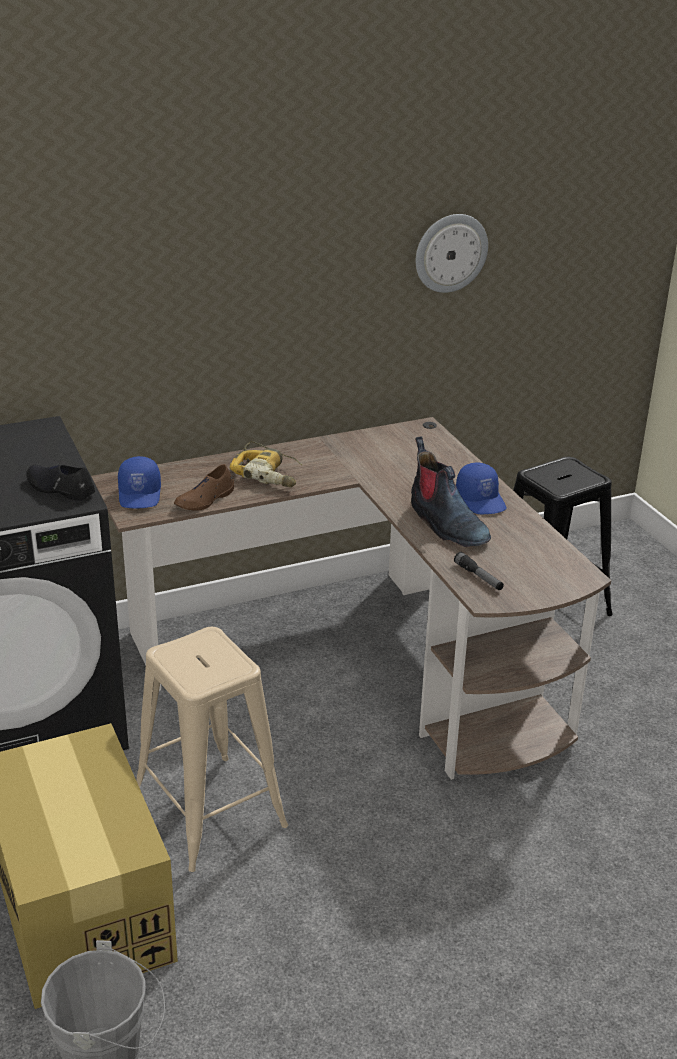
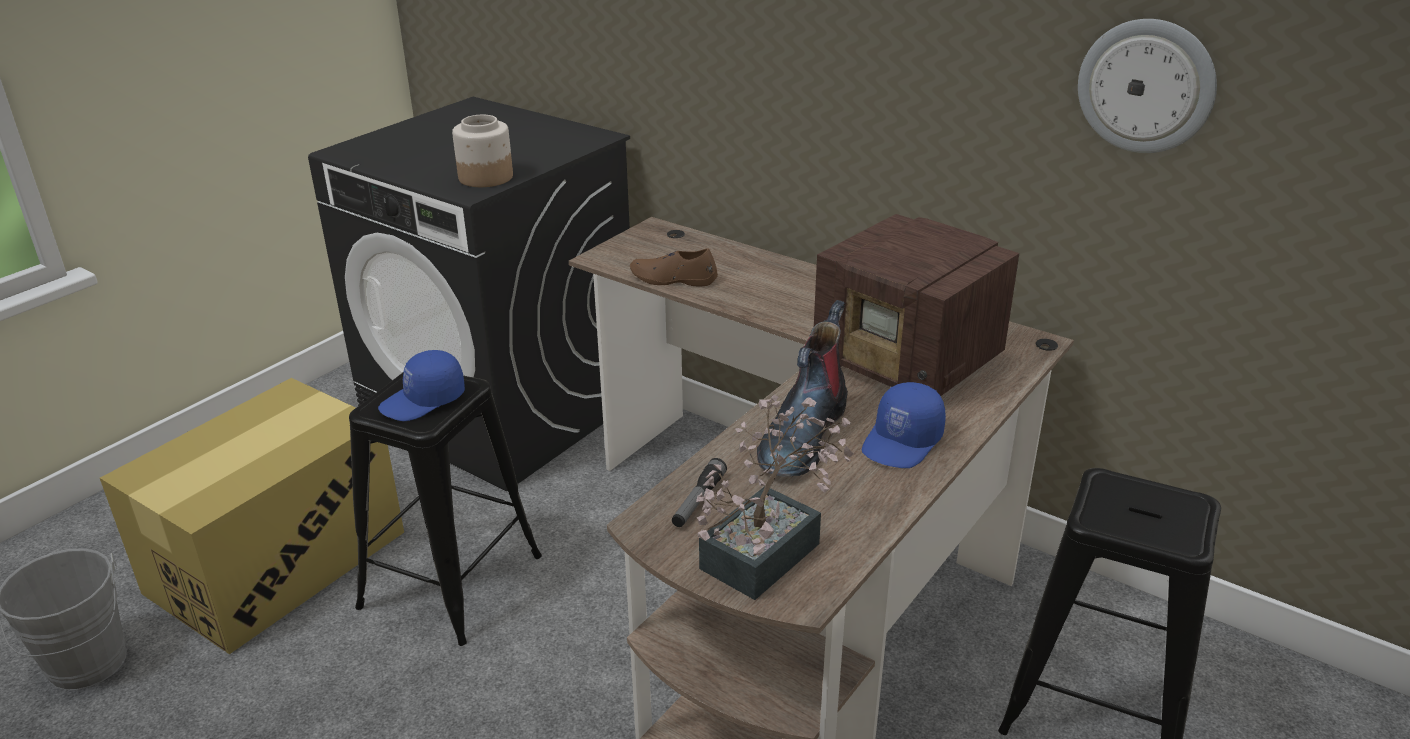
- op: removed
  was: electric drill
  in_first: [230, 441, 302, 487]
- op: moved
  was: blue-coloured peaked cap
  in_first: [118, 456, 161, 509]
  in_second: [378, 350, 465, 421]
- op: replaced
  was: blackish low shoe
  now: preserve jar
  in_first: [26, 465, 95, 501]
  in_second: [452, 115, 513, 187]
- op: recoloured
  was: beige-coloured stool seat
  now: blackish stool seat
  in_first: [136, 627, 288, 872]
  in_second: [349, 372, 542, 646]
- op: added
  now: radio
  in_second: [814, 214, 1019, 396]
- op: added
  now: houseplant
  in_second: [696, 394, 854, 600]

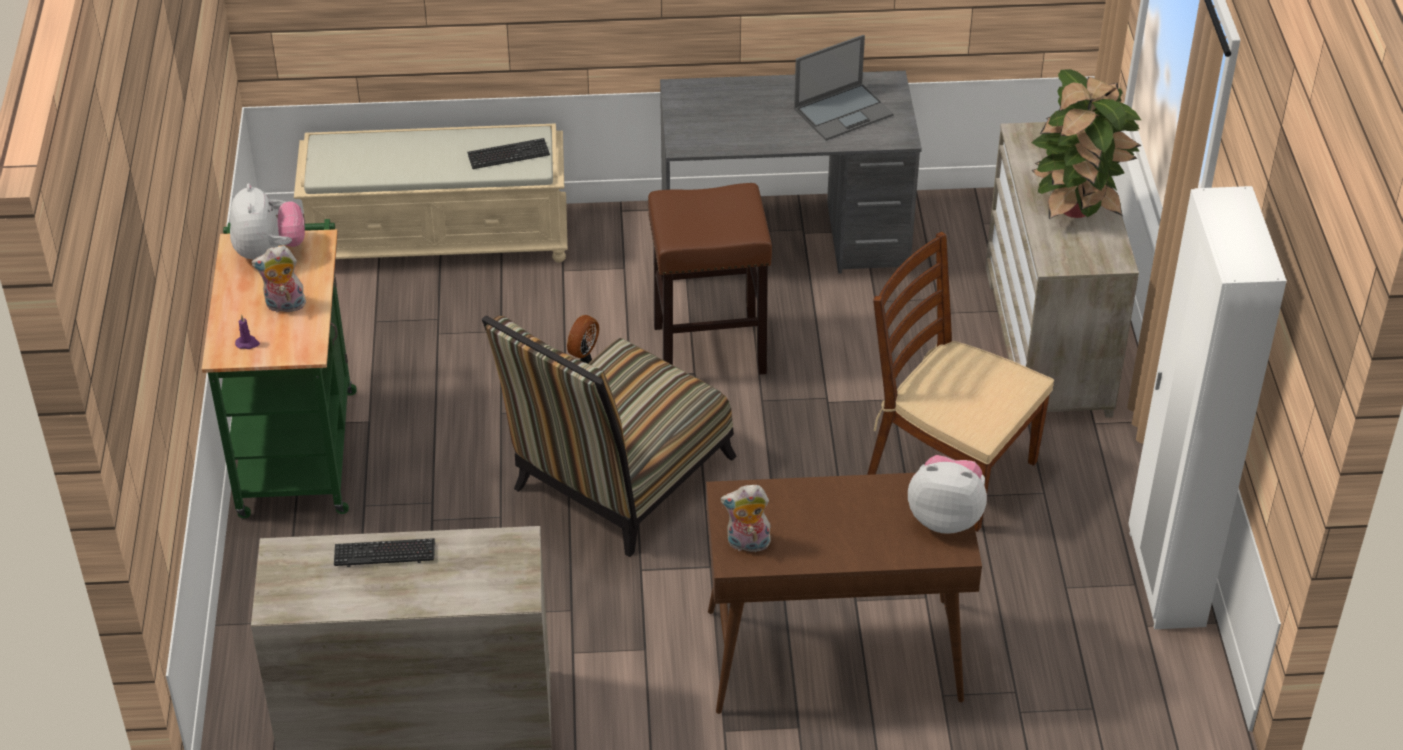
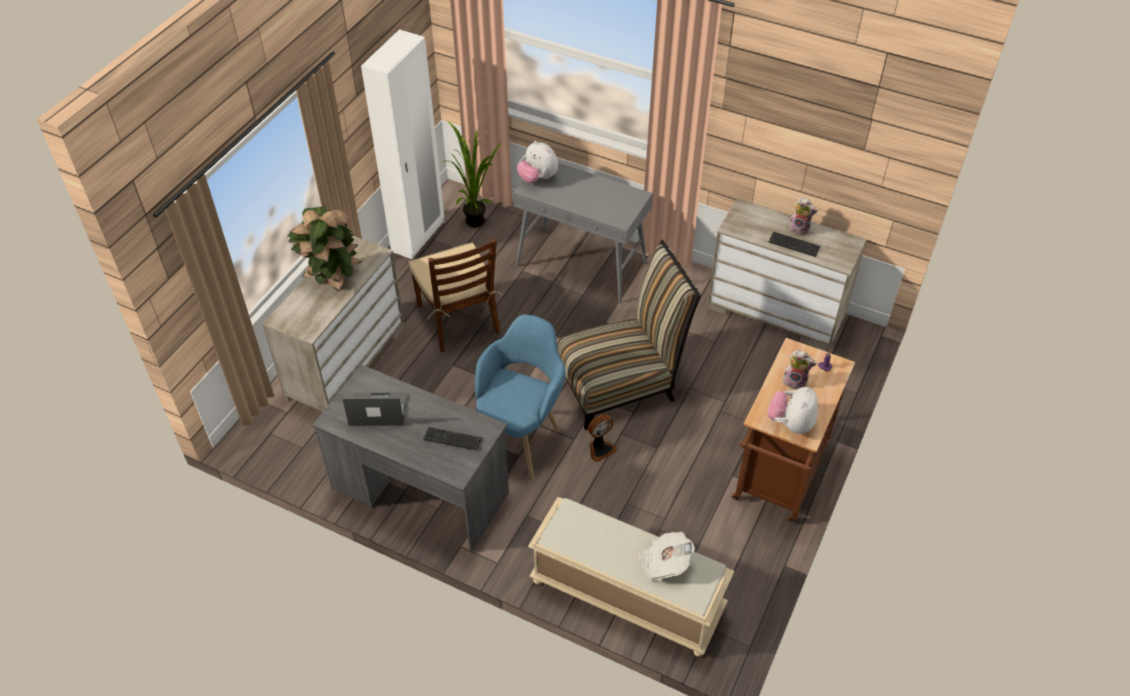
- op: moved
  was: keyboard
  in_first: [467, 138, 550, 169]
  in_second: [423, 427, 482, 450]
- op: replaced
  was: brown stool seat
  now: blue-coloured lounge chair
  in_first: [648, 183, 772, 375]
  in_second: [475, 314, 566, 481]
- op: recoloured
  was: green trolley
  now: brown trolley
  in_first: [202, 219, 357, 518]
  in_second: [731, 338, 855, 523]
- op: recoloured
  was: brown hall table
  now: gray hall table
  in_first: [706, 473, 982, 714]
  in_second: [513, 163, 653, 303]
- op: moved
  was: soft toy
  in_first: [720, 485, 771, 552]
  in_second: [789, 197, 818, 236]
- op: added
  now: houseplant
  in_second: [443, 121, 502, 228]
- op: added
  now: daily paper
  in_second: [637, 532, 695, 580]

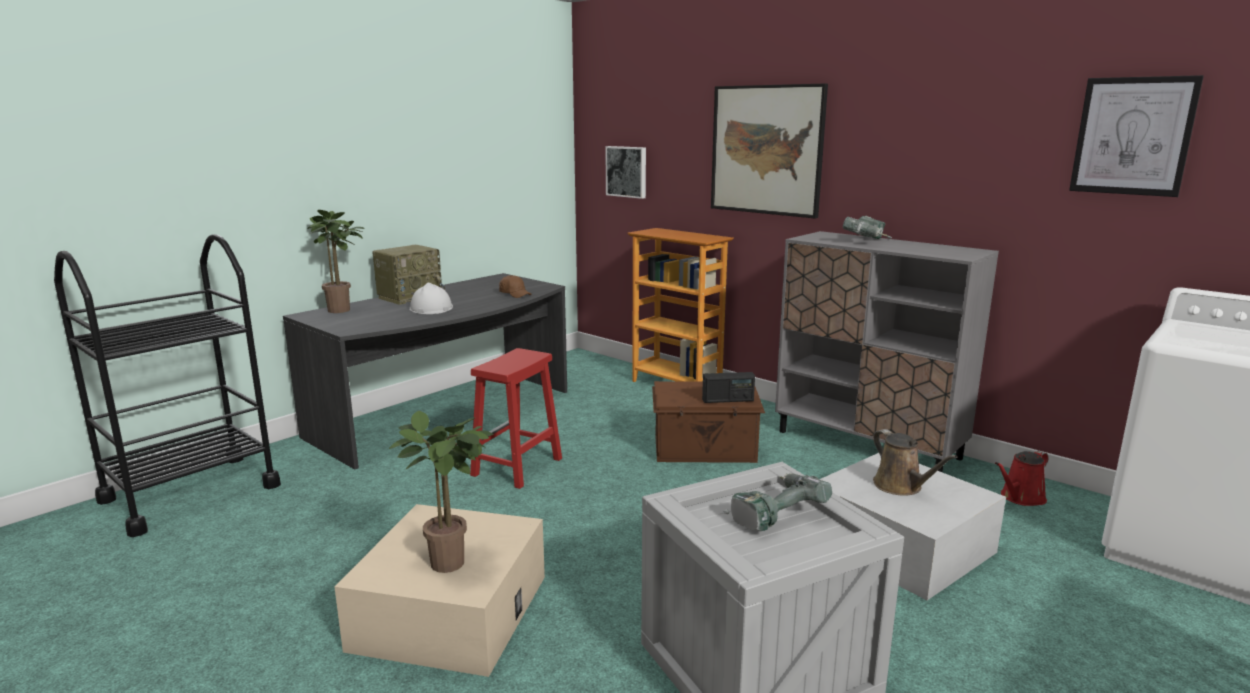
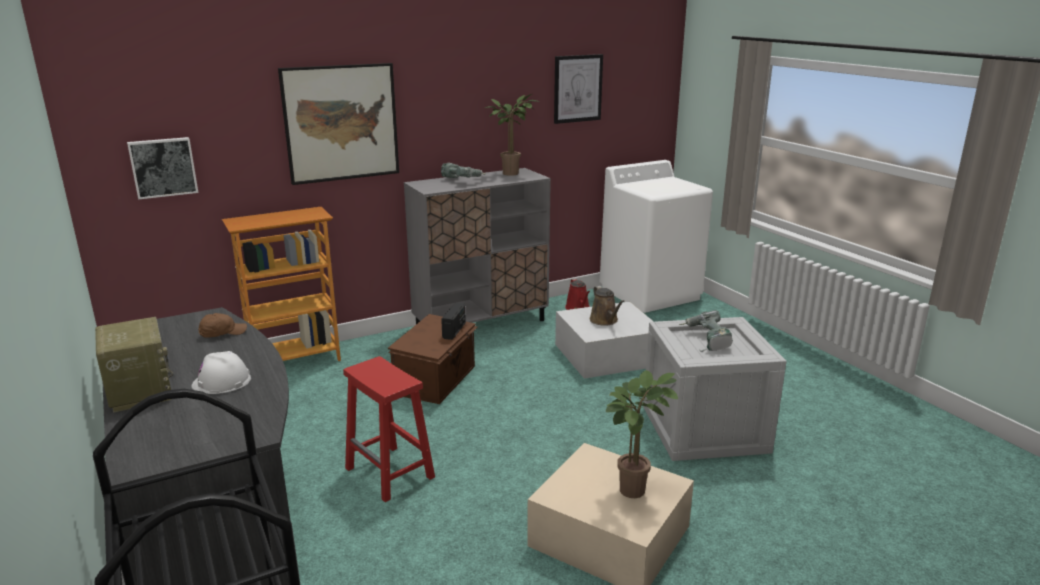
- op: moved
  was: houseplant
  in_first: [307, 210, 365, 313]
  in_second: [485, 94, 539, 176]
- op: turned
  was: brown watering can
  in_first: [873, 429, 957, 496]
  in_second: [590, 286, 625, 326]
  clockwise: 75

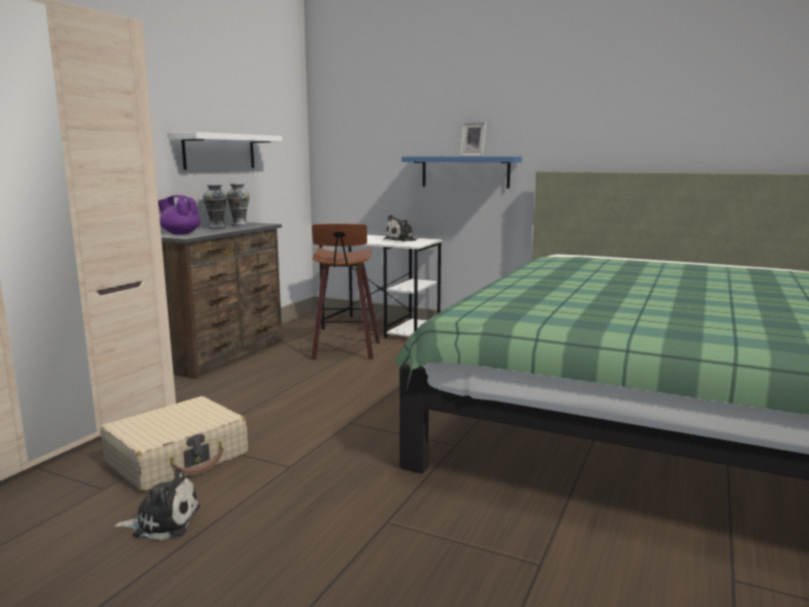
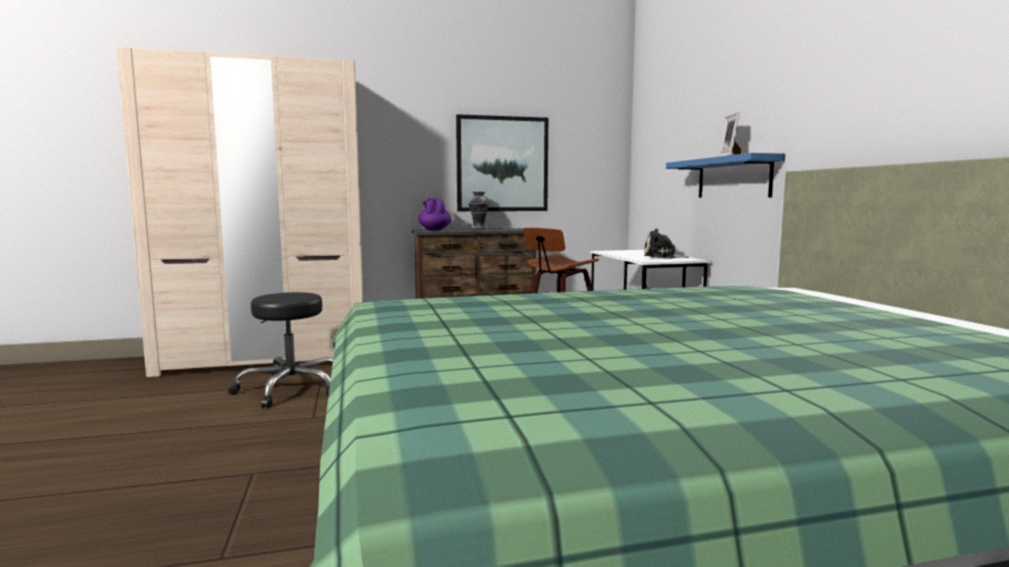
- op: replaced
  was: white wall shelf
  now: picture
  in_first: [171, 132, 282, 170]
  in_second: [456, 114, 548, 211]
- op: removed
  was: vase
  in_first: [227, 183, 250, 226]
- op: replaced
  was: beige-coloured travel case
  now: blackish stool seat
  in_first: [100, 396, 248, 492]
  in_second: [228, 292, 333, 408]
- op: removed
  was: soft toy
  in_first: [114, 468, 200, 540]

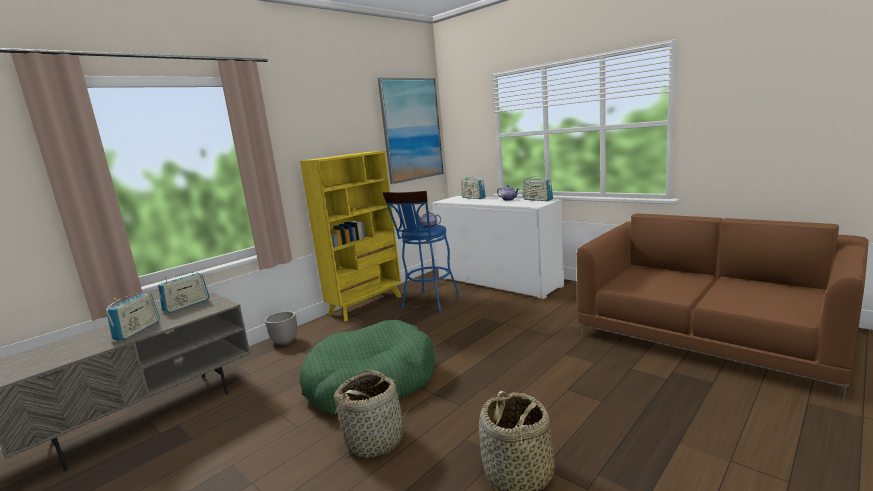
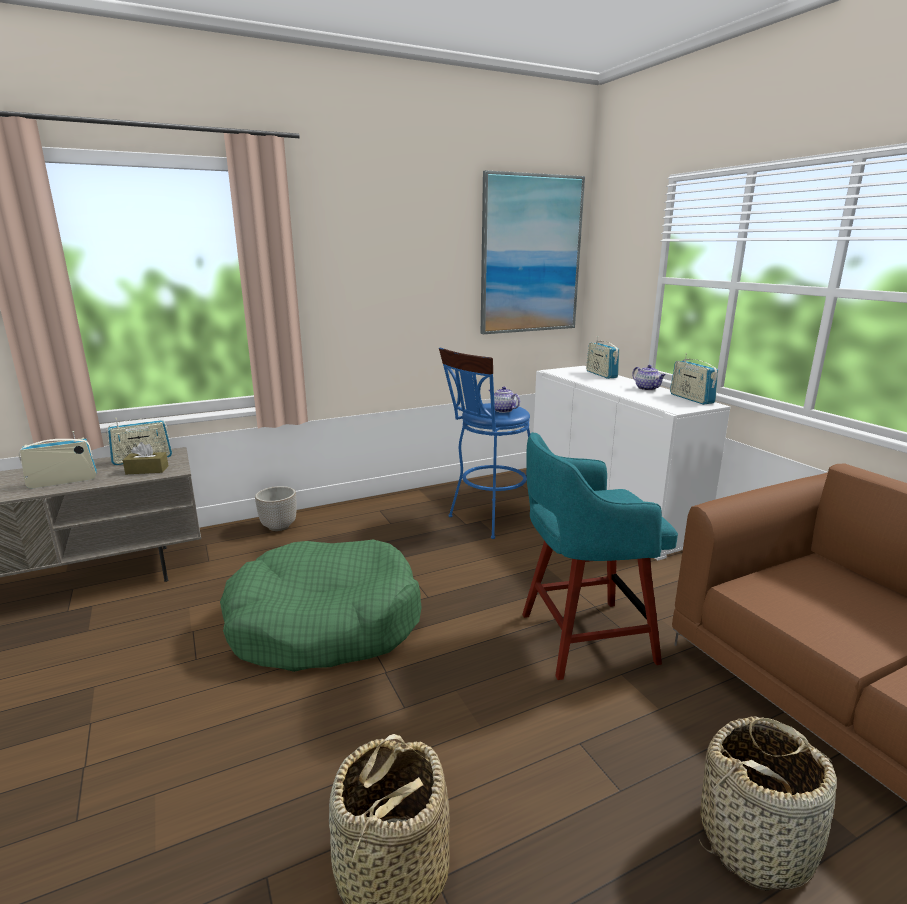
- op: removed
  was: yellow shelving unit
  in_first: [300, 151, 401, 321]
- op: turned
  was: radio
  in_first: [106, 292, 160, 340]
  in_second: [19, 431, 97, 488]
  clockwise: -150
- op: moved
  was: basket
  in_first: [334, 369, 411, 460]
  in_second: [699, 716, 837, 891]
- op: added
  now: turquoise-coloured stool seat
  in_second: [522, 432, 678, 680]
- op: added
  now: brown tissue holder
  in_second: [123, 442, 168, 474]

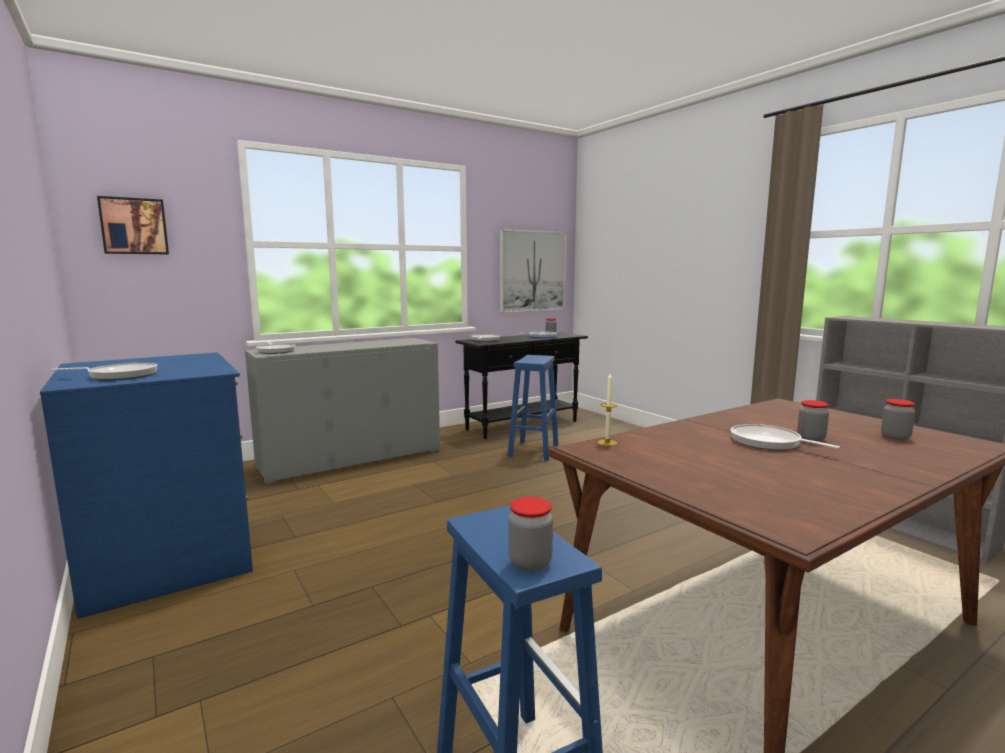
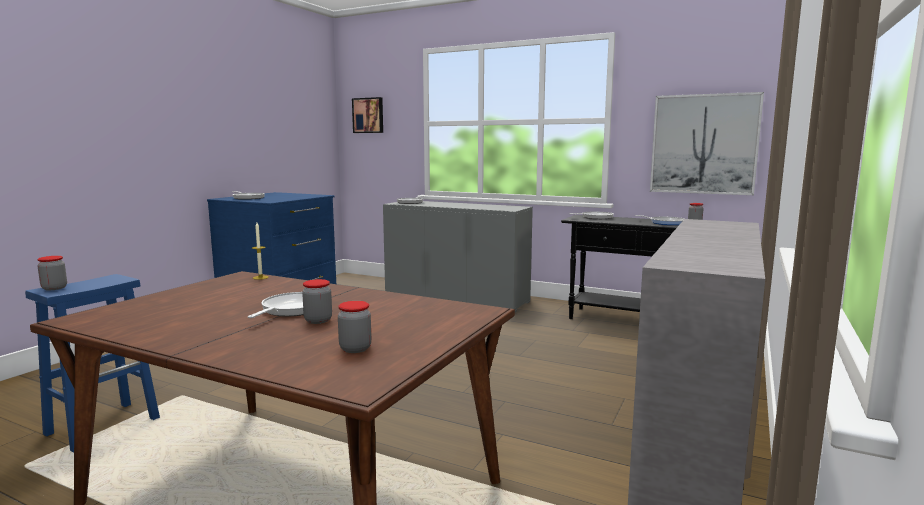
- op: removed
  was: blue-coloured stool seat
  in_first: [507, 355, 559, 461]

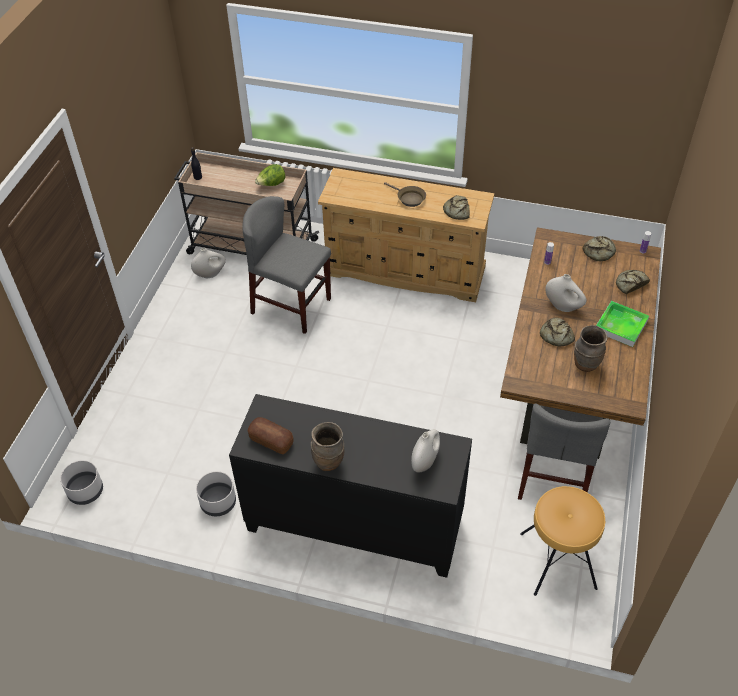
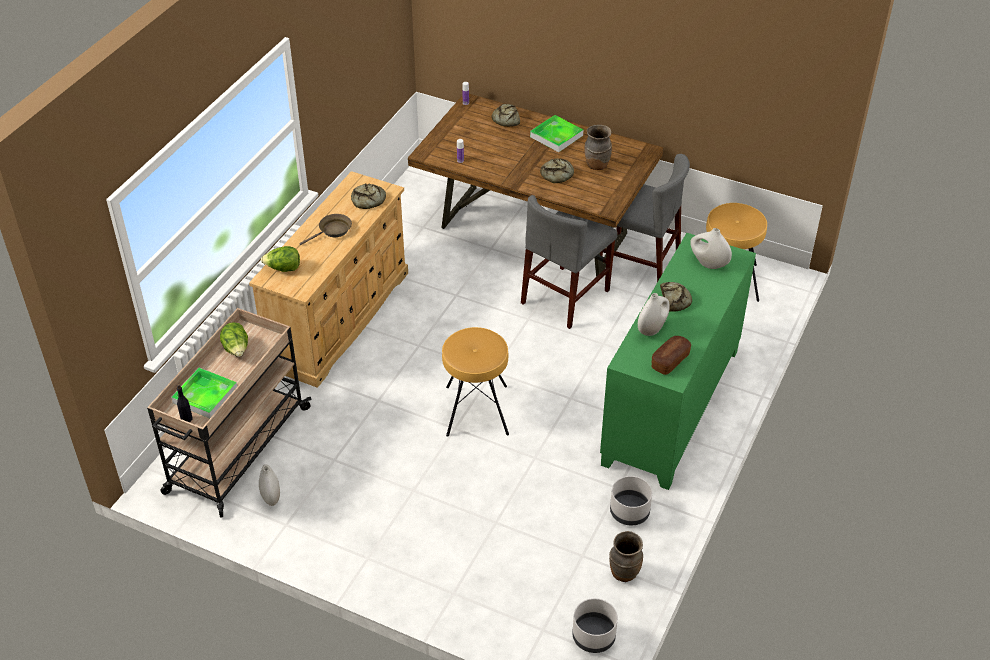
- op: moved
  was: gray plain chair
  in_first: [242, 196, 331, 334]
  in_second: [521, 195, 618, 329]
- op: moved
  was: bakery bread
  in_first: [582, 236, 616, 261]
  in_second: [660, 282, 692, 312]
- op: moved
  was: white vase
  in_first: [545, 274, 587, 312]
  in_second: [638, 293, 670, 336]
- op: recoloured
  was: blackish cupboard
  now: green cupboard
  in_first: [229, 394, 472, 578]
  in_second: [600, 233, 756, 490]
- op: moved
  was: brown vase
  in_first: [311, 422, 345, 471]
  in_second: [609, 531, 643, 582]
- op: added
  now: lettuce
  in_second: [261, 246, 300, 272]
- op: added
  now: brown stool seat
  in_second: [442, 327, 509, 437]
- op: added
  now: carrying tray
  in_second: [171, 368, 237, 418]

